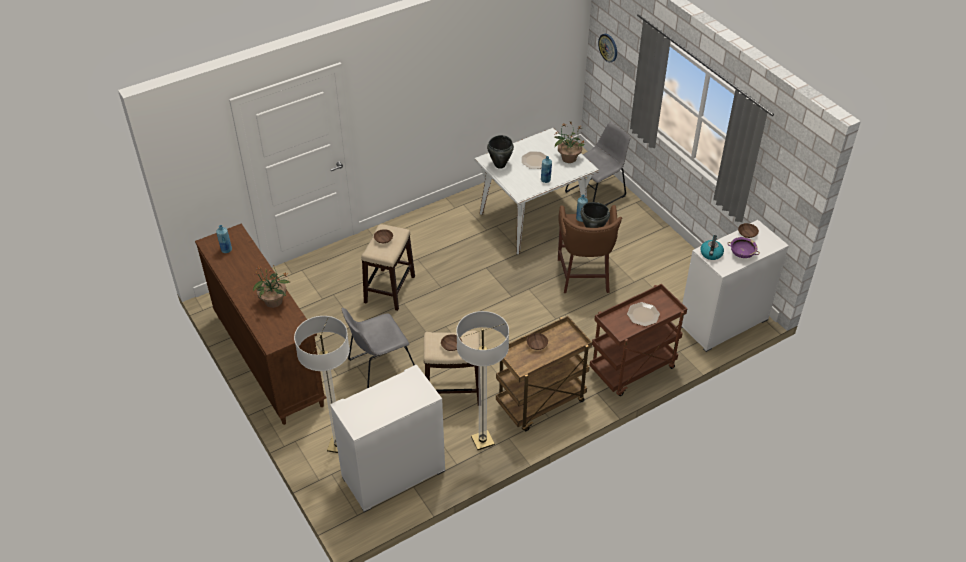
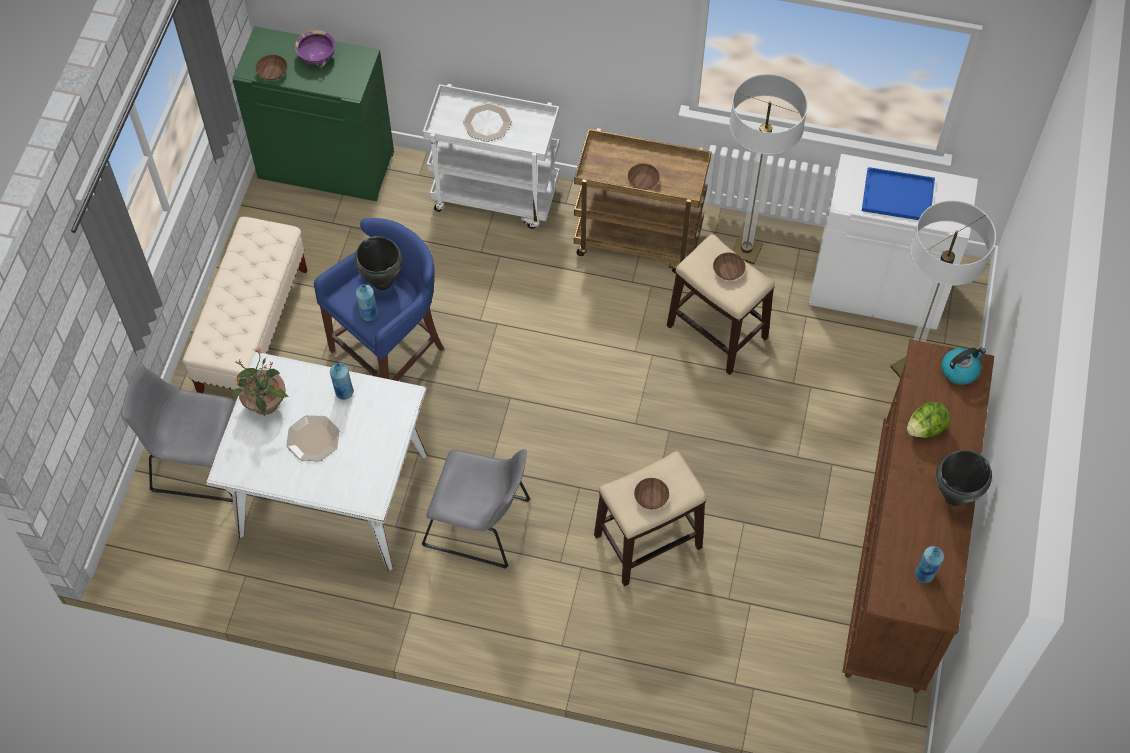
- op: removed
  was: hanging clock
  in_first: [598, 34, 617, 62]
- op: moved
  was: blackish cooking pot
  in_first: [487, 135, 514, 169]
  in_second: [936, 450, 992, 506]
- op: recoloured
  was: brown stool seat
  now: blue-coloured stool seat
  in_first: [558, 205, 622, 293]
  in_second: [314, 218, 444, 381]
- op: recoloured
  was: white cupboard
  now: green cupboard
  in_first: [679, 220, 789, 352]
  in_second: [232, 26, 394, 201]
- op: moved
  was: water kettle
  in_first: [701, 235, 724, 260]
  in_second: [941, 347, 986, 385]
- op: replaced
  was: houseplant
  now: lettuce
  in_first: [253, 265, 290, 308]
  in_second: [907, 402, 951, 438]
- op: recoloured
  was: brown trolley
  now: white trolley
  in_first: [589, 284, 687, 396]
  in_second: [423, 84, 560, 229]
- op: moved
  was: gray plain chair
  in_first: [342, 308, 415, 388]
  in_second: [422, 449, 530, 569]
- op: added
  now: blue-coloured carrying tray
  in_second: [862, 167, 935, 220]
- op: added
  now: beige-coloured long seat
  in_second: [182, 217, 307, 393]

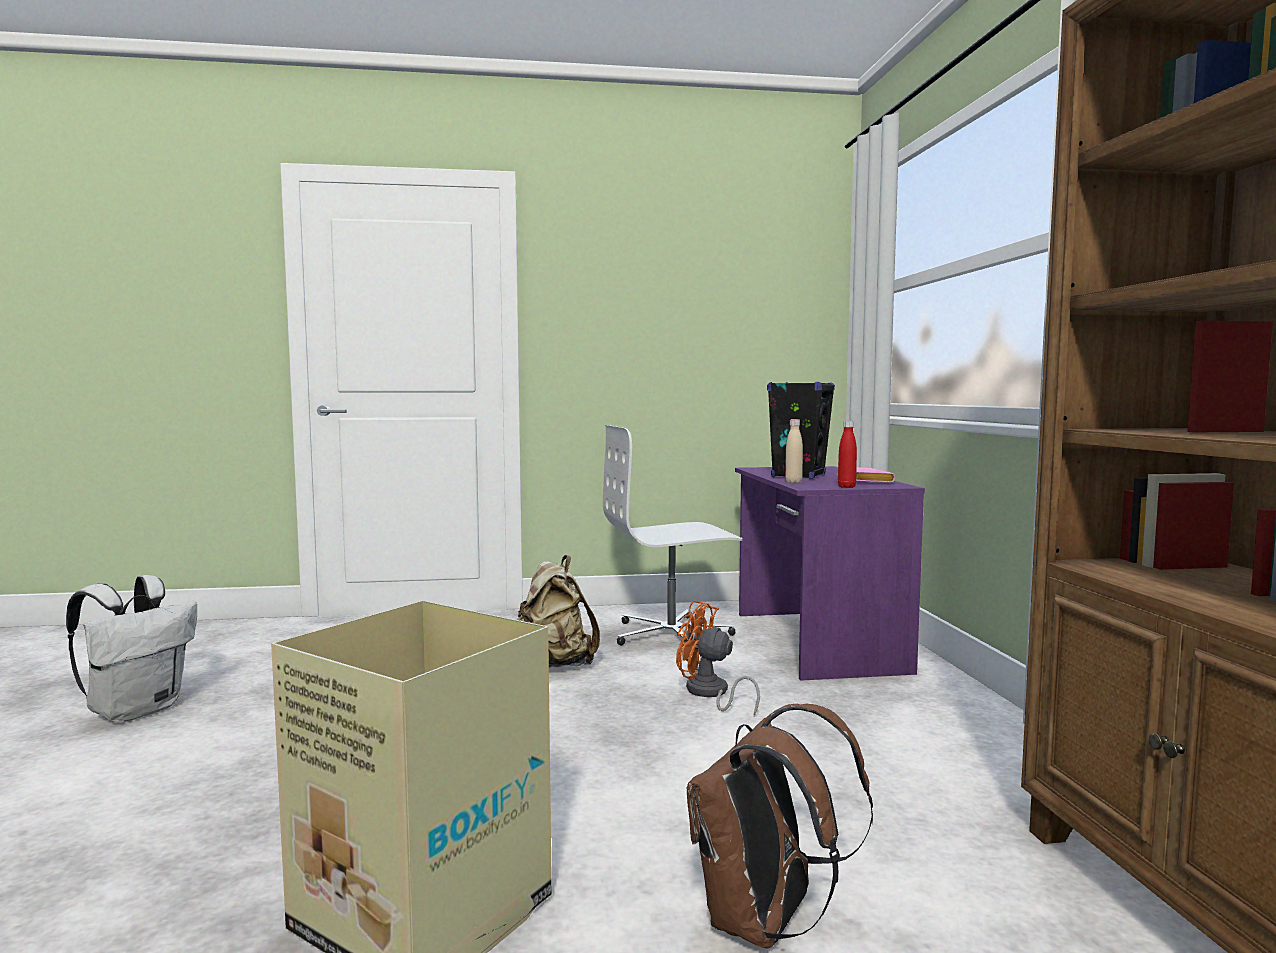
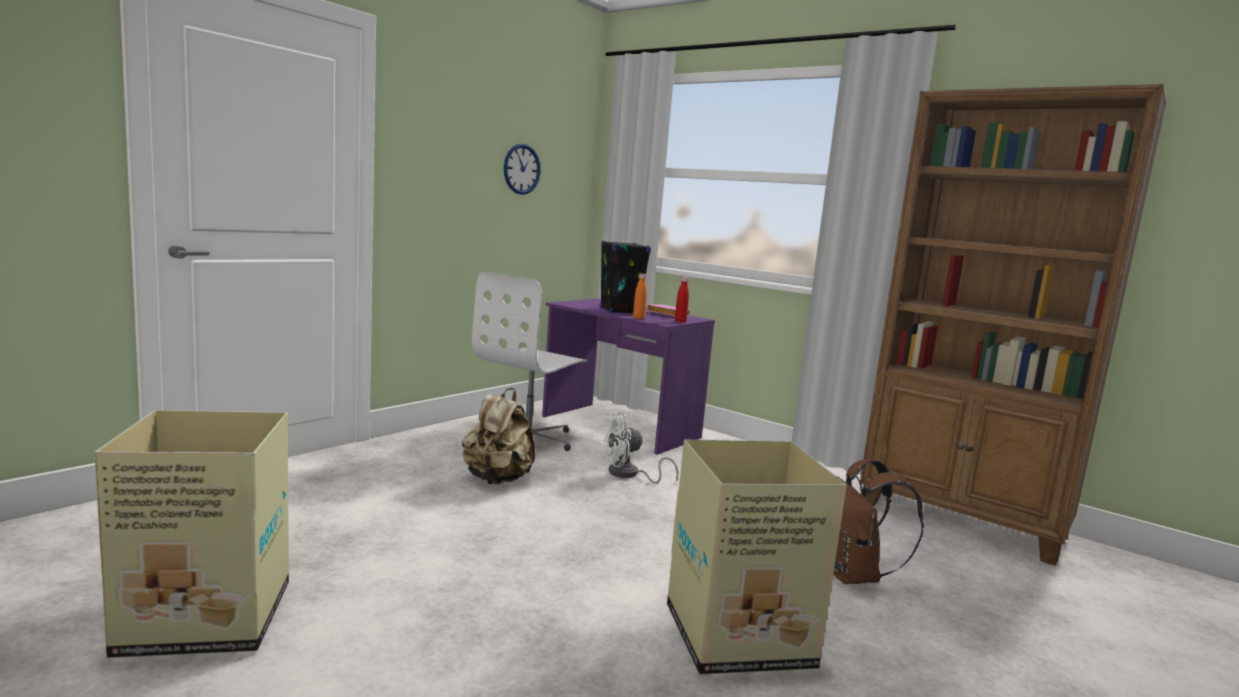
- op: recoloured
  was: beige-coloured drink bottle
  now: orangey drink bottle
  in_first: [785, 419, 803, 483]
  in_second: [633, 273, 647, 319]
- op: replaced
  was: white rucksack
  now: packing box
  in_first: [66, 575, 197, 723]
  in_second: [94, 410, 289, 658]
- op: recoloured
  was: orangey fan
  now: white fan
  in_first: [676, 600, 760, 716]
  in_second: [604, 411, 679, 484]
- op: added
  now: hanging clock
  in_second: [504, 144, 541, 195]

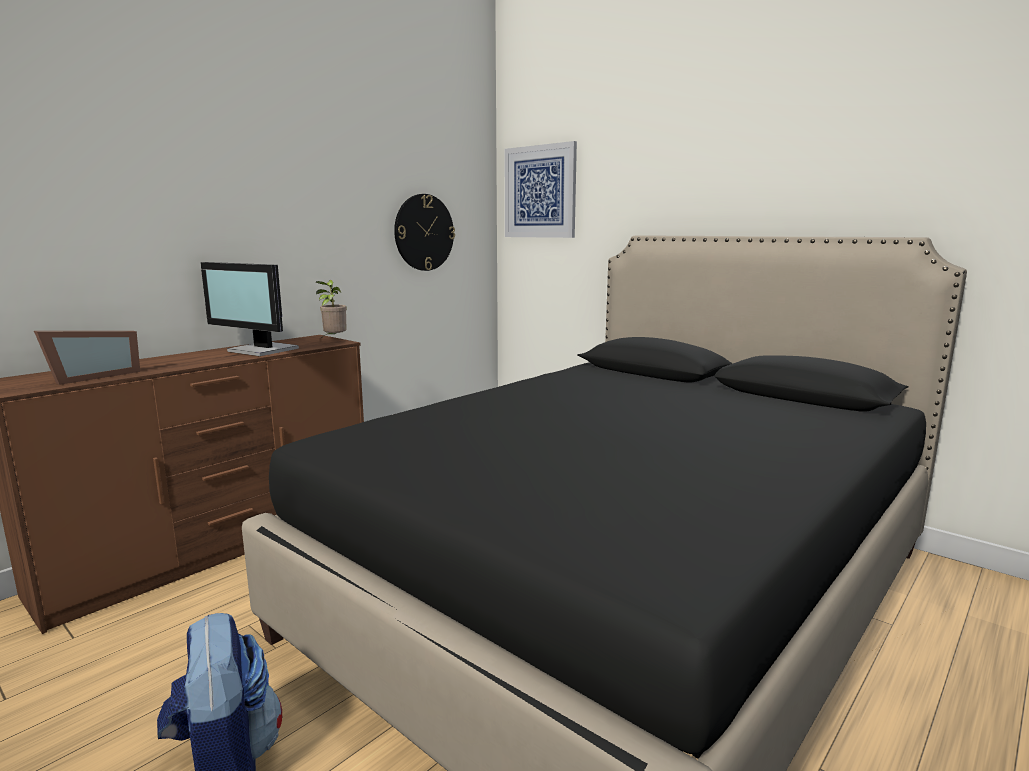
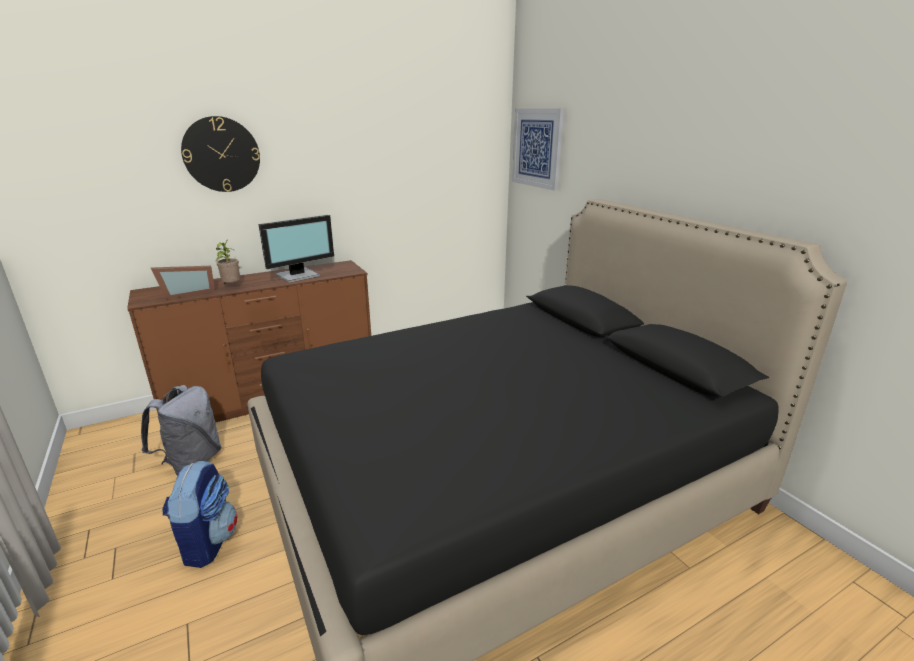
- op: moved
  was: hanging clock
  in_first: [394, 194, 455, 271]
  in_second: [181, 116, 260, 192]
- op: turned
  was: computer screen
  in_first: [200, 262, 299, 356]
  in_second: [259, 215, 334, 283]
  clockwise: -90
- op: moved
  was: houseplant
  in_first: [316, 280, 347, 339]
  in_second: [215, 239, 240, 284]
- op: added
  now: gray rucksack
  in_second: [141, 385, 222, 476]

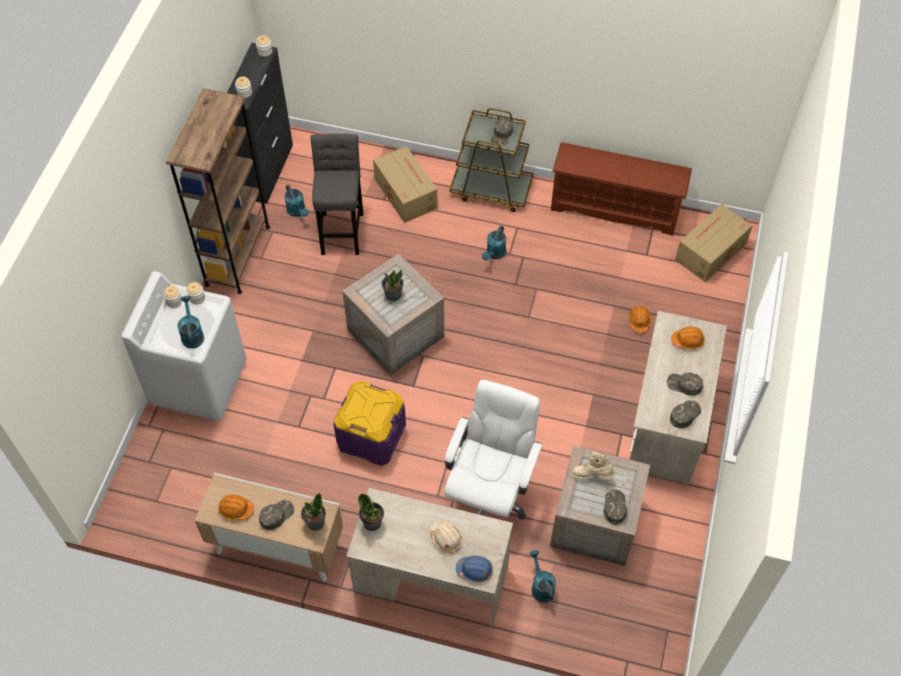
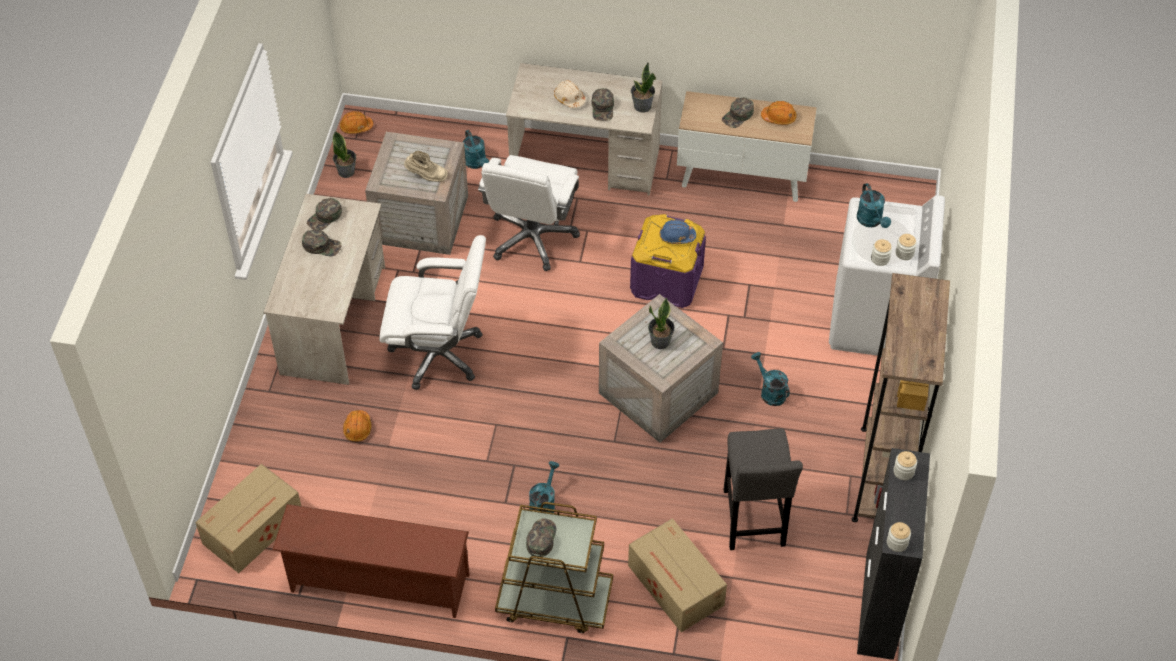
- op: moved
  was: turquoise-coloured watering can
  in_first: [284, 185, 309, 217]
  in_second: [751, 352, 790, 406]
- op: moved
  was: orangey work helmet
  in_first: [671, 327, 705, 349]
  in_second: [340, 111, 373, 134]
- op: moved
  was: green peaked cap
  in_first: [604, 489, 627, 524]
  in_second: [591, 88, 614, 121]
- op: moved
  was: houseplant
  in_first: [301, 493, 326, 531]
  in_second: [333, 131, 356, 178]
- op: moved
  was: blue-coloured work helmet
  in_first: [456, 556, 493, 582]
  in_second: [660, 220, 696, 244]
- op: added
  now: white computer chair
  in_second: [379, 235, 486, 390]

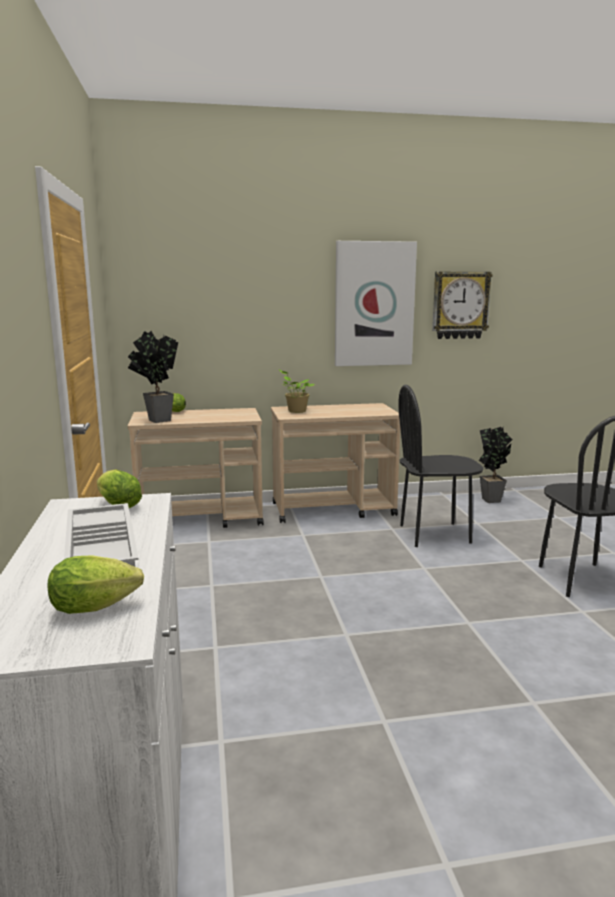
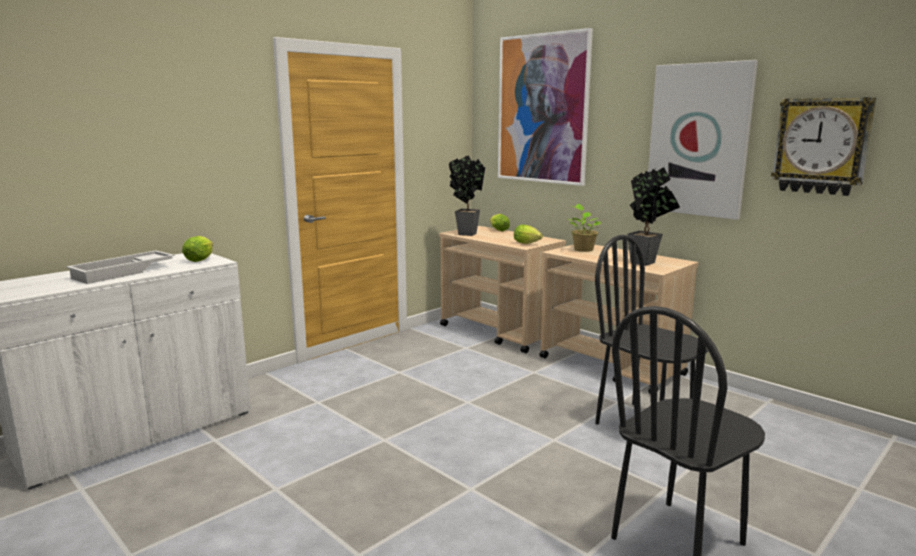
- op: moved
  was: houseplant
  in_first: [479, 427, 513, 503]
  in_second: [627, 167, 680, 266]
- op: moved
  was: lettuce
  in_first: [48, 555, 144, 614]
  in_second: [514, 225, 543, 244]
- op: added
  now: picture
  in_second: [498, 28, 593, 186]

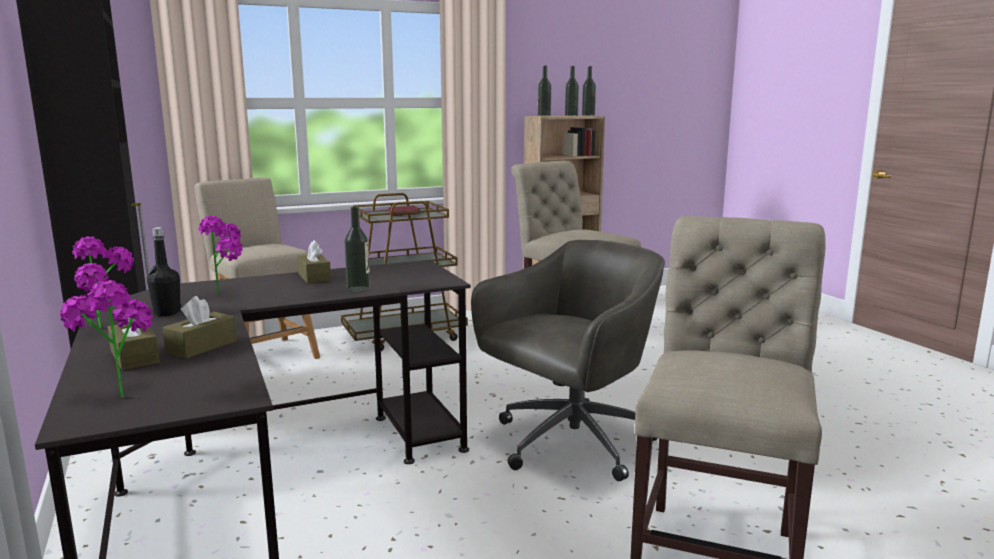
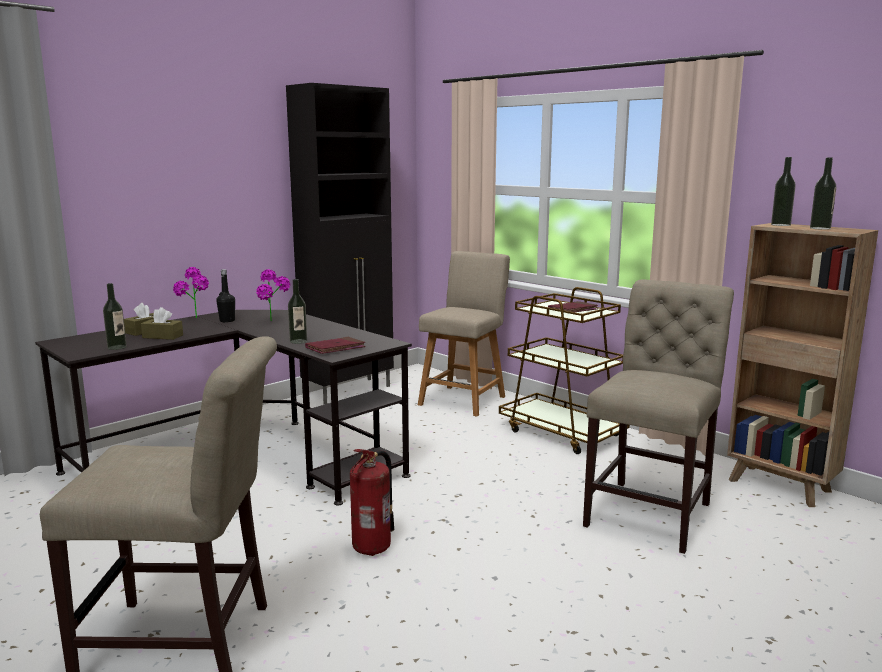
- op: moved
  was: drink bottle
  in_first: [582, 66, 596, 116]
  in_second: [103, 283, 127, 350]
- op: removed
  was: brown tissue holder
  in_first: [297, 240, 331, 284]
- op: replaced
  was: gray computer chair
  now: fire extinguisher
  in_first: [471, 240, 665, 481]
  in_second: [350, 449, 395, 556]
- op: removed
  was: houseplant
  in_first: [60, 280, 153, 398]
- op: added
  now: reddish book
  in_second: [305, 337, 366, 354]

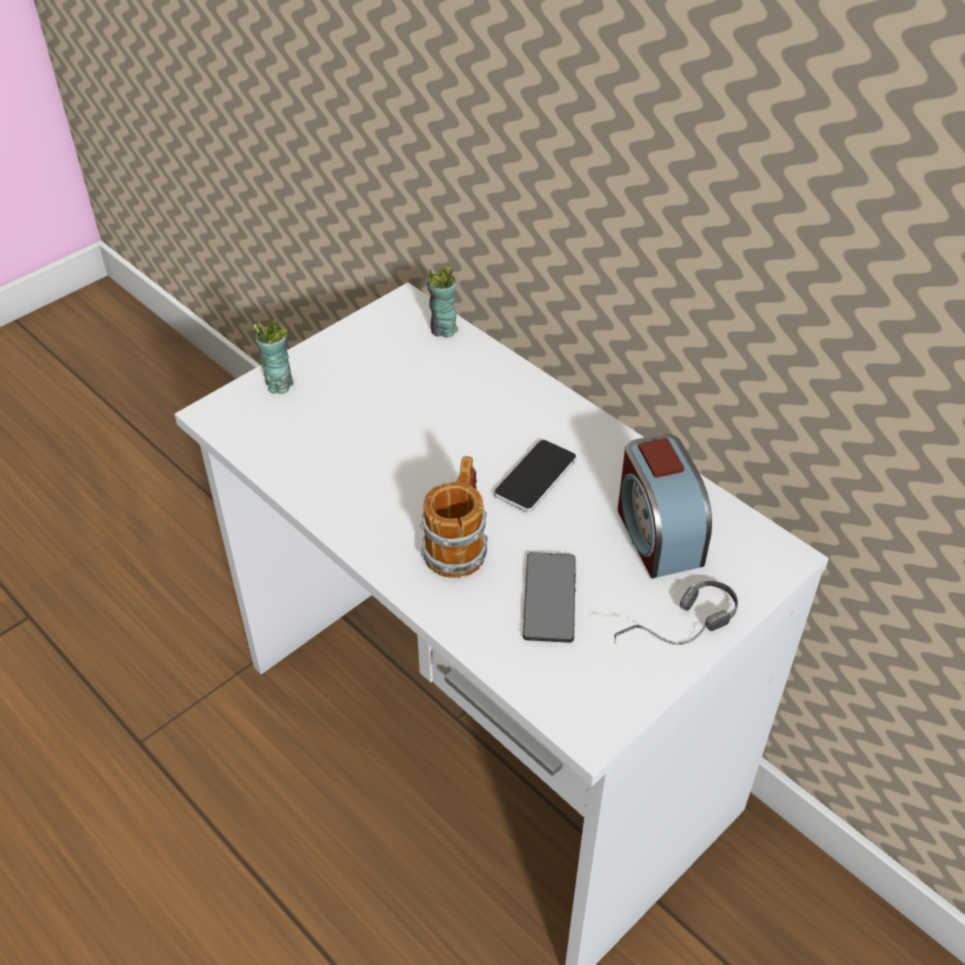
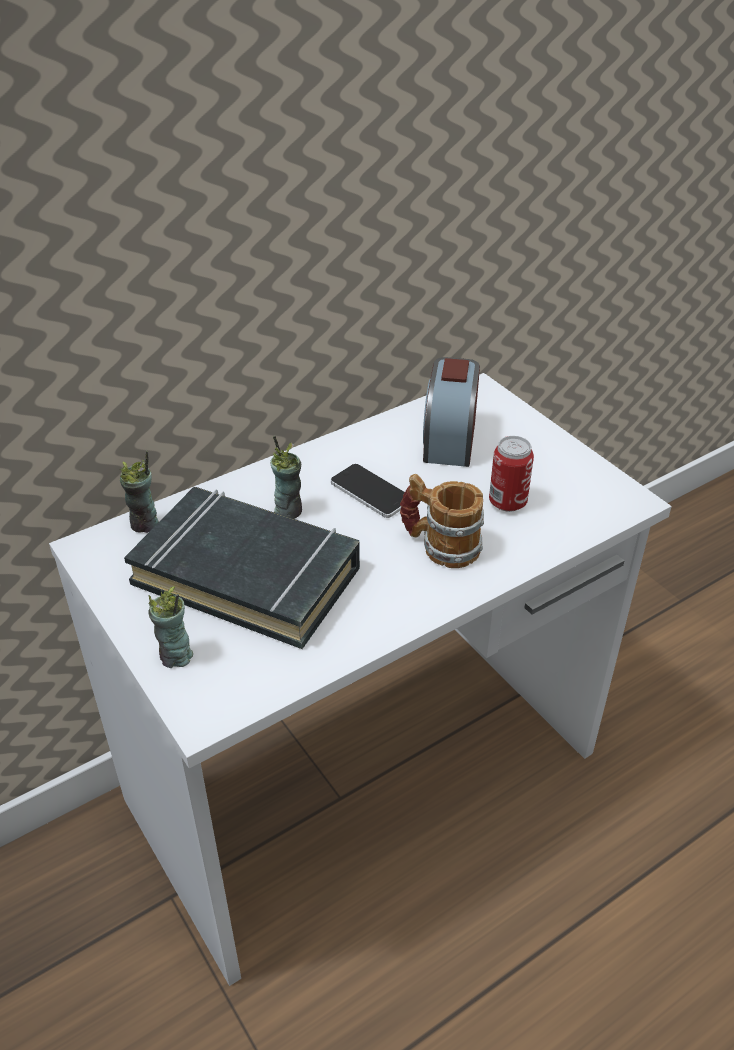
- op: turned
  was: bedside clock
  in_first: [618, 433, 712, 579]
  in_second: [423, 357, 480, 467]
  clockwise: 105
- op: replaced
  was: phone
  now: metal can
  in_first: [523, 552, 576, 643]
  in_second: [489, 436, 534, 512]
- op: removed
  was: pair of headphones
  in_first: [614, 581, 738, 645]
- op: added
  now: cup
  in_second: [270, 436, 302, 519]
- op: added
  now: blackish book
  in_second: [124, 487, 360, 649]

